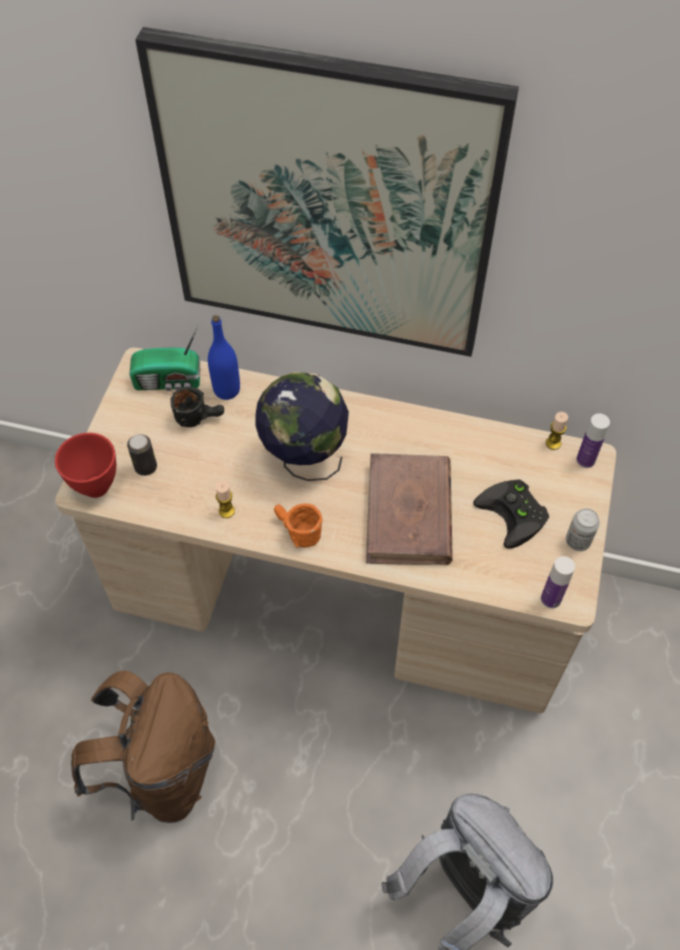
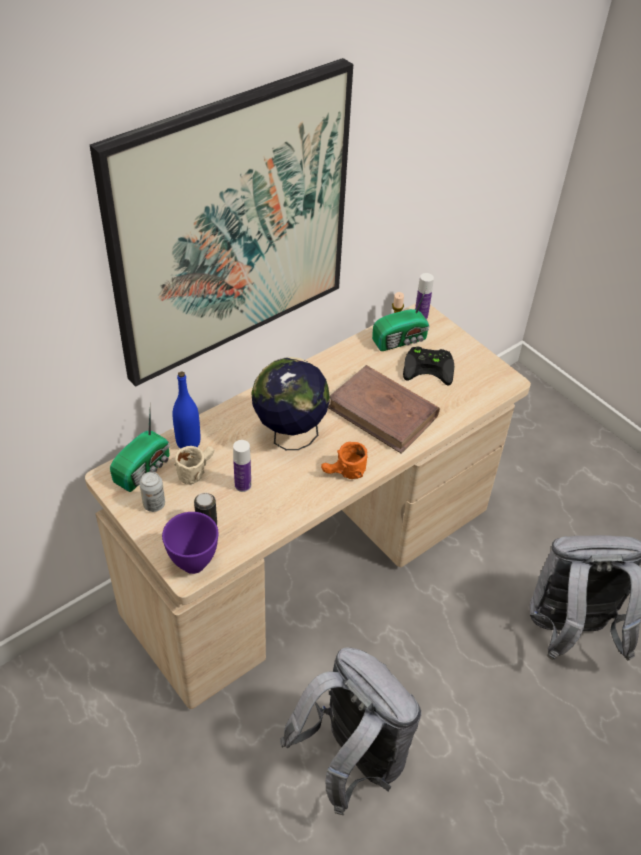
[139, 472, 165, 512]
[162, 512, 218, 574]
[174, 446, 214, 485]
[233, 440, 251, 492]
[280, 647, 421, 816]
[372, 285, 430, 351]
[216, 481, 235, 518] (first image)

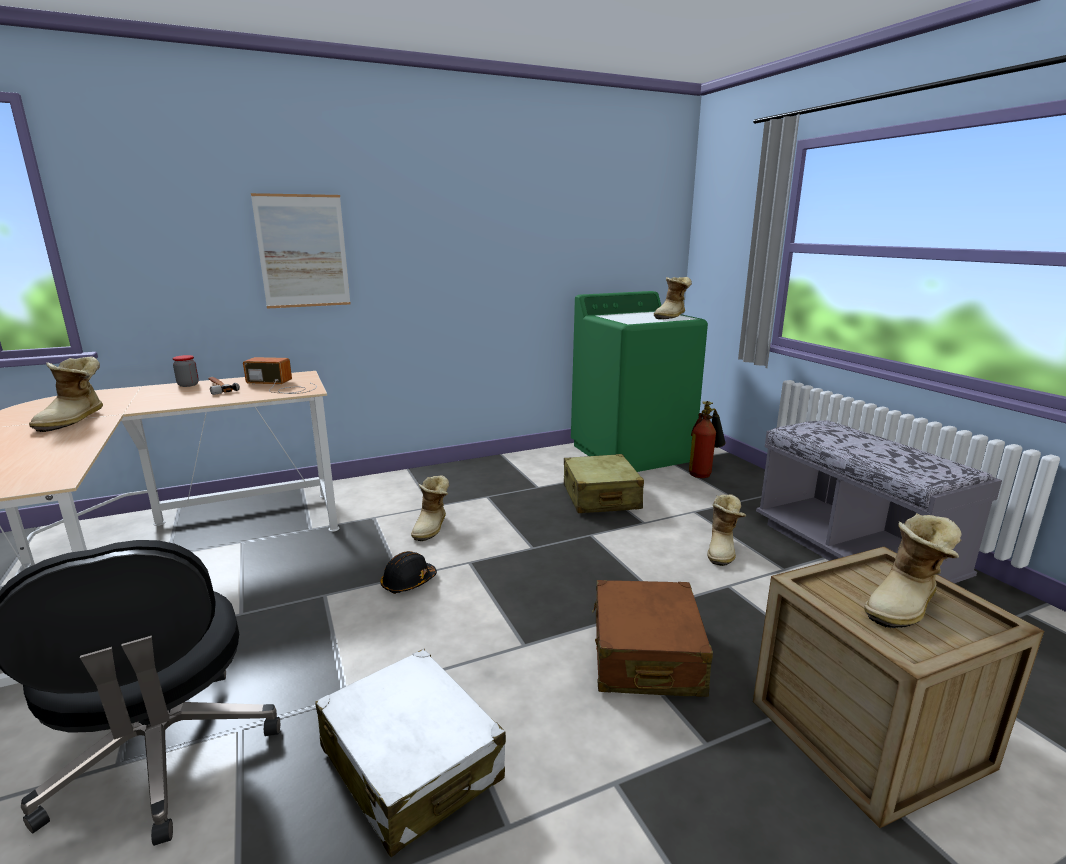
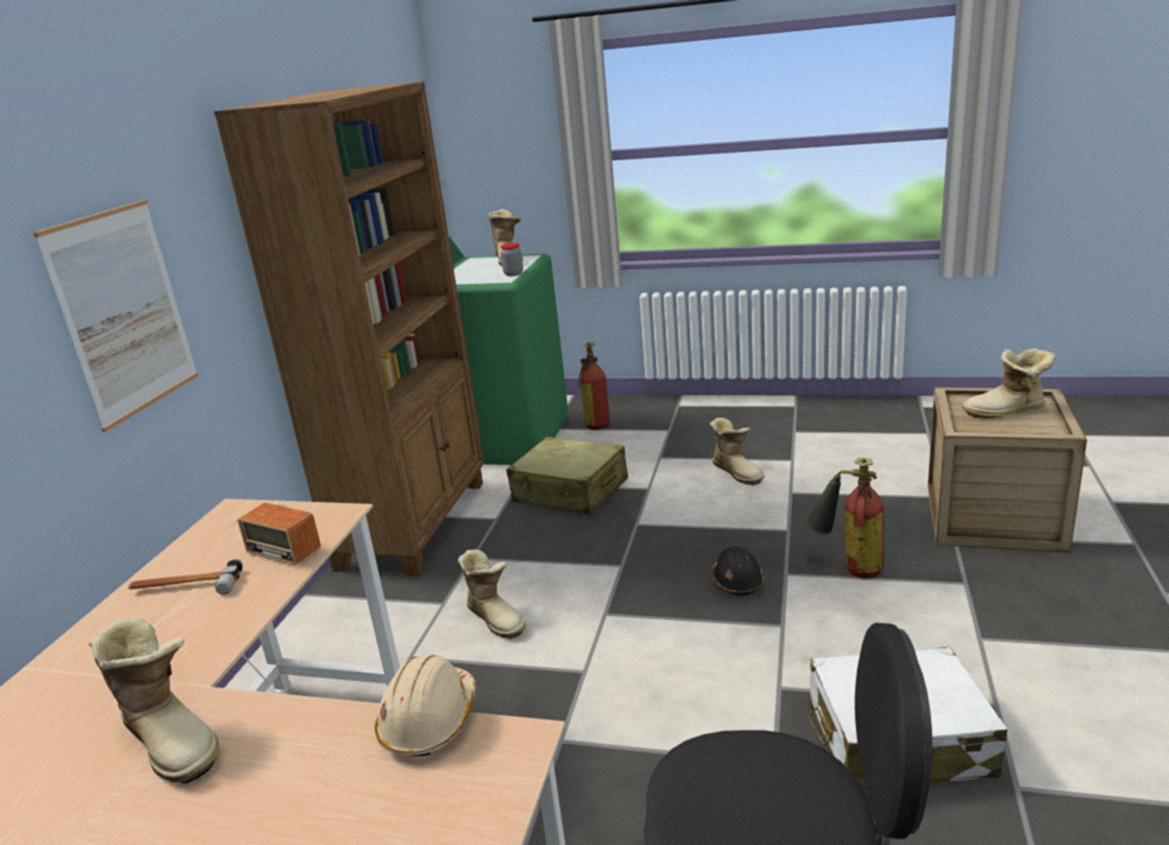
[214, 81, 484, 576]
[231, 502, 321, 565]
[375, 654, 476, 756]
[500, 243, 523, 276]
[712, 546, 764, 596]
[806, 458, 884, 579]
[962, 348, 1056, 418]
[756, 420, 1002, 583] (first image)

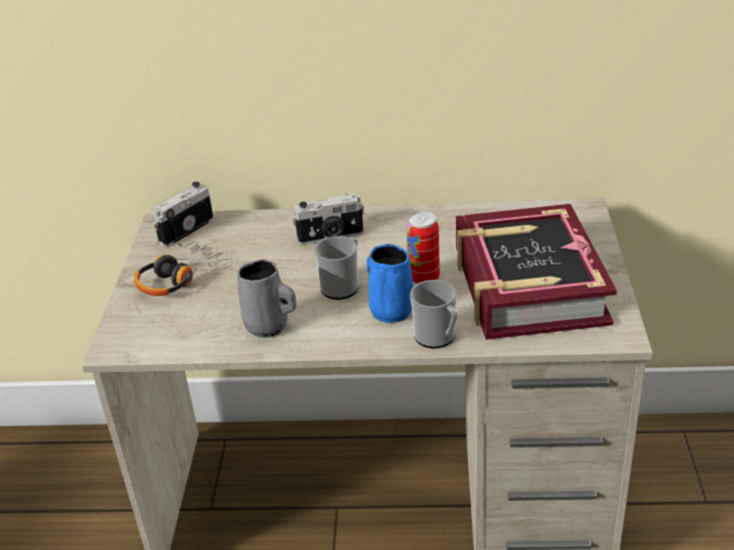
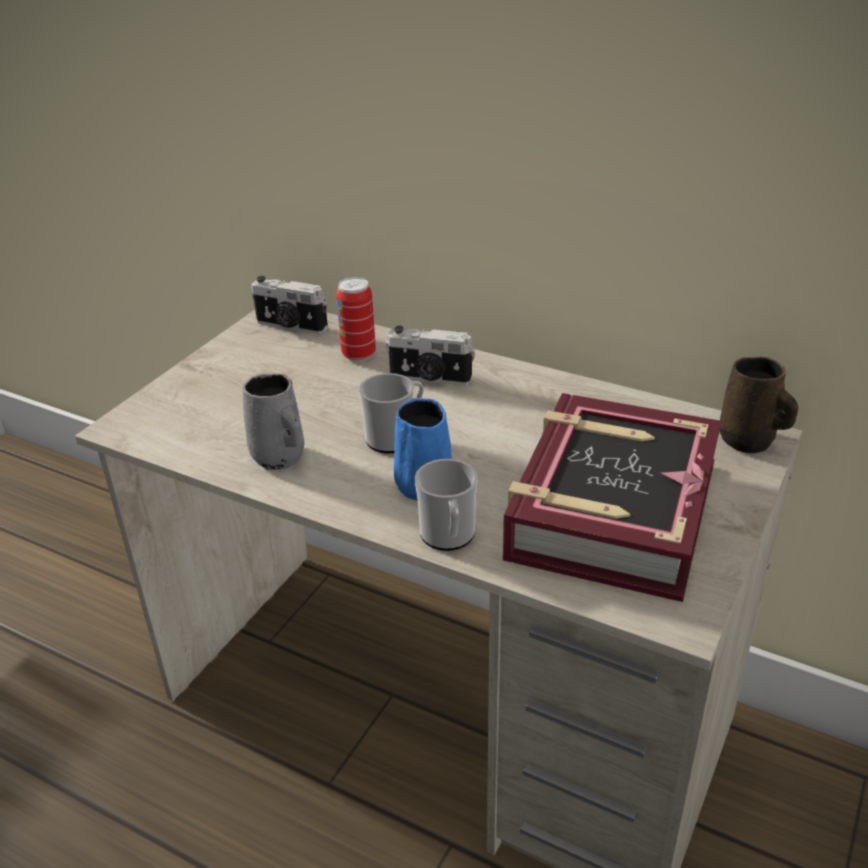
[251, 276, 328, 334]
[336, 277, 376, 362]
[720, 357, 798, 453]
[134, 242, 233, 296] (first image)

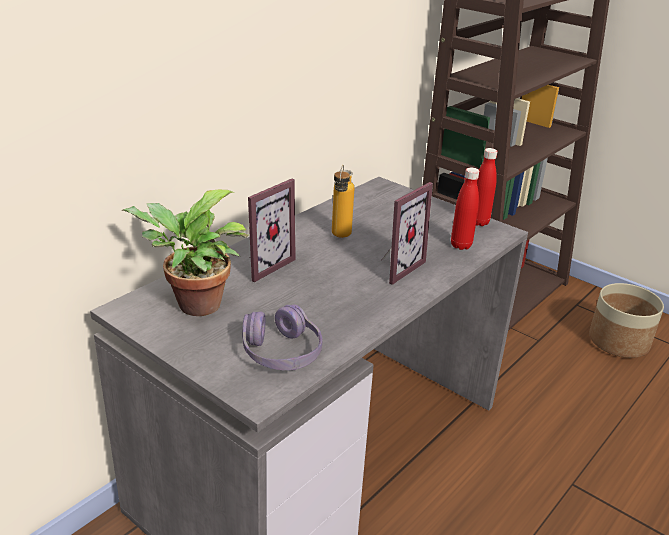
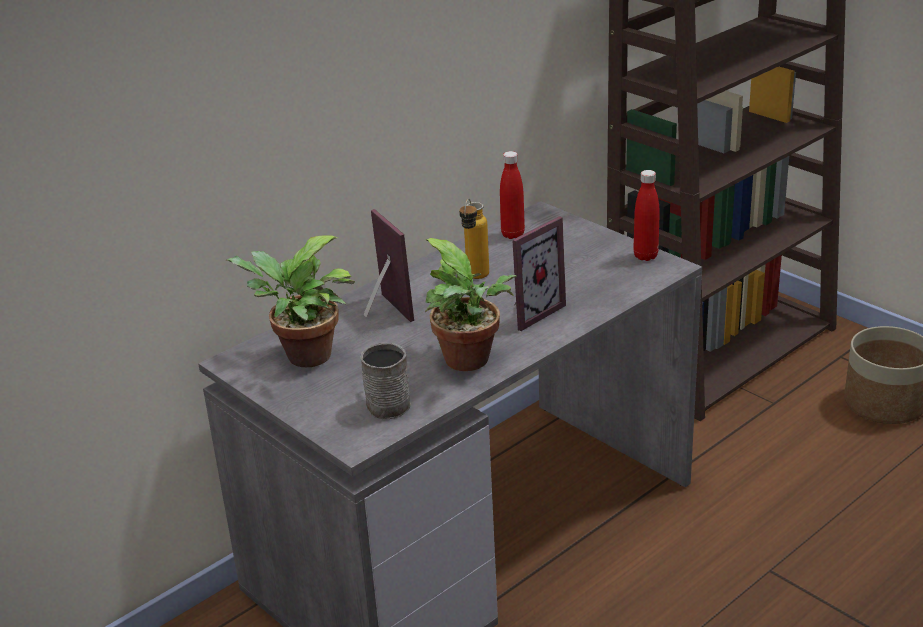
[360, 342, 411, 419]
[363, 209, 414, 322]
[425, 238, 517, 371]
[500, 151, 525, 239]

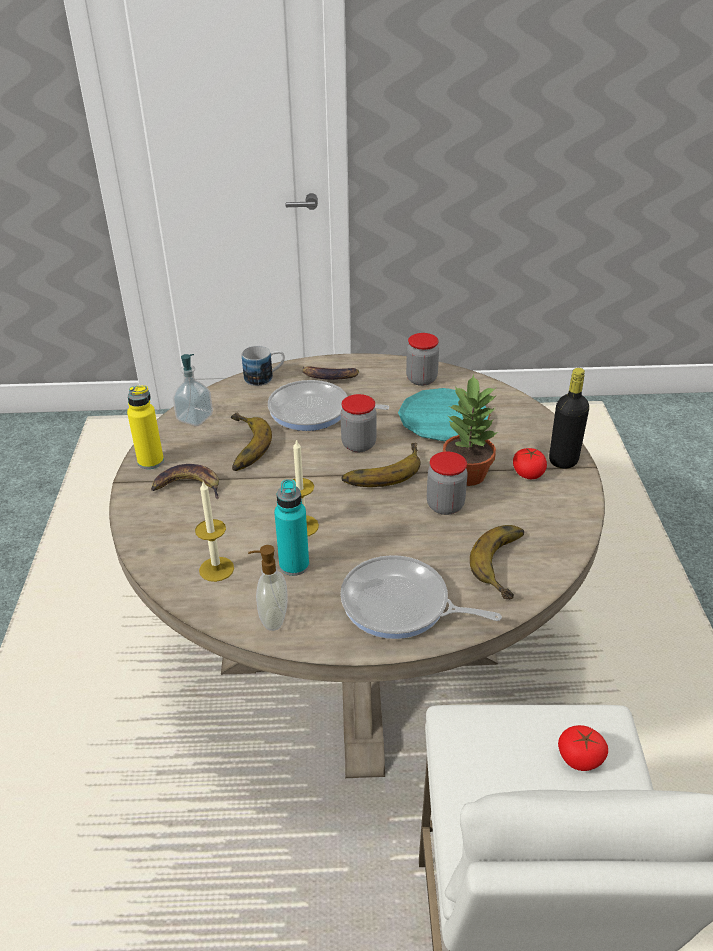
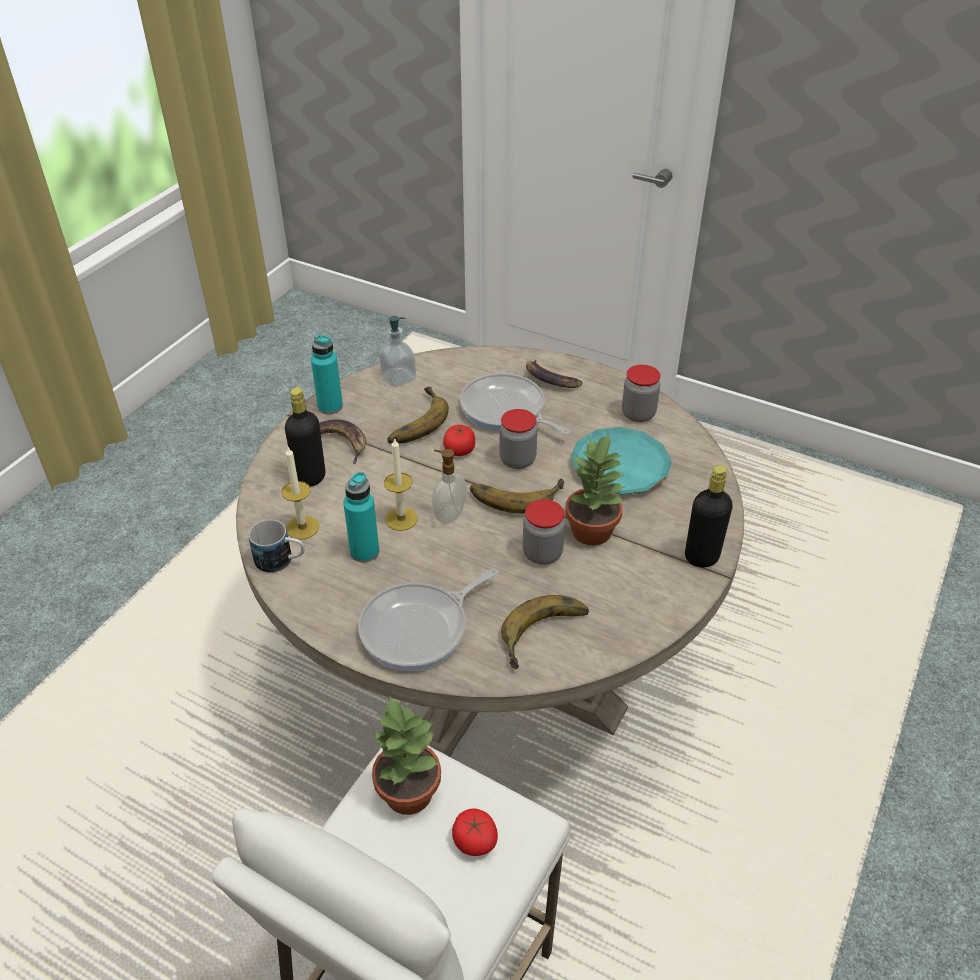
[249, 520, 305, 573]
[285, 387, 325, 487]
[311, 334, 343, 414]
[358, 568, 498, 671]
[372, 696, 441, 815]
[432, 449, 467, 524]
[443, 425, 475, 456]

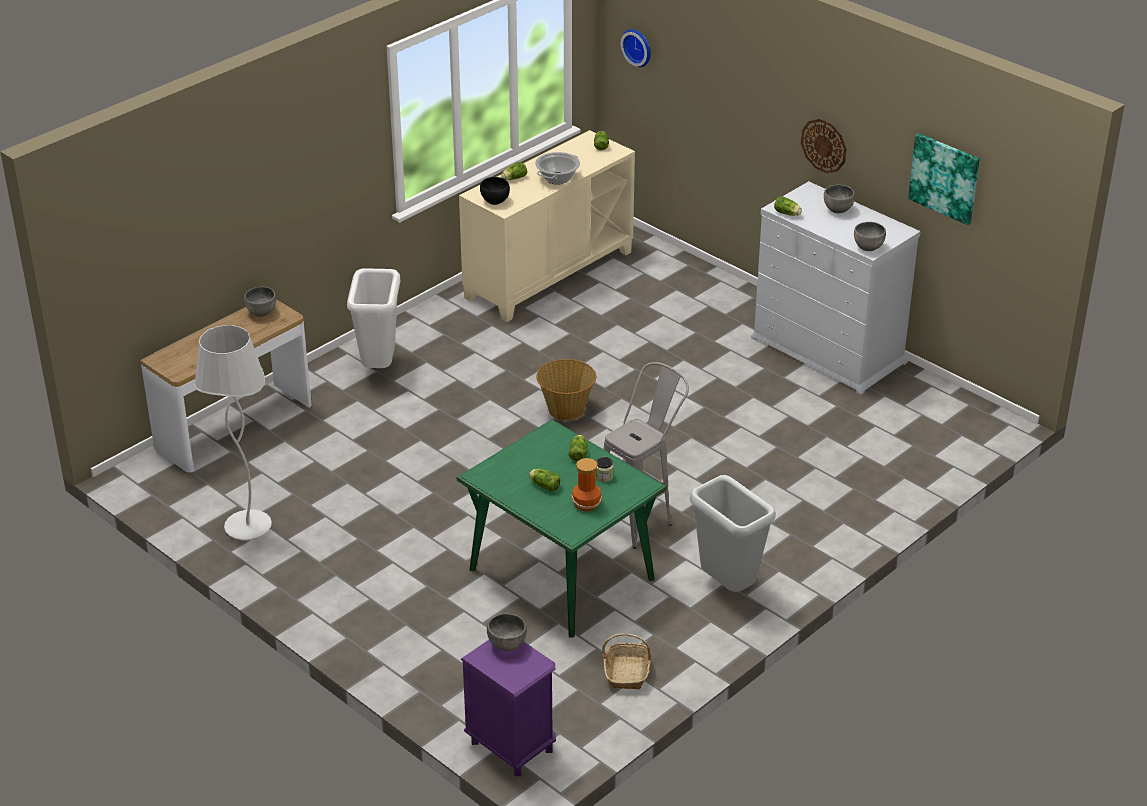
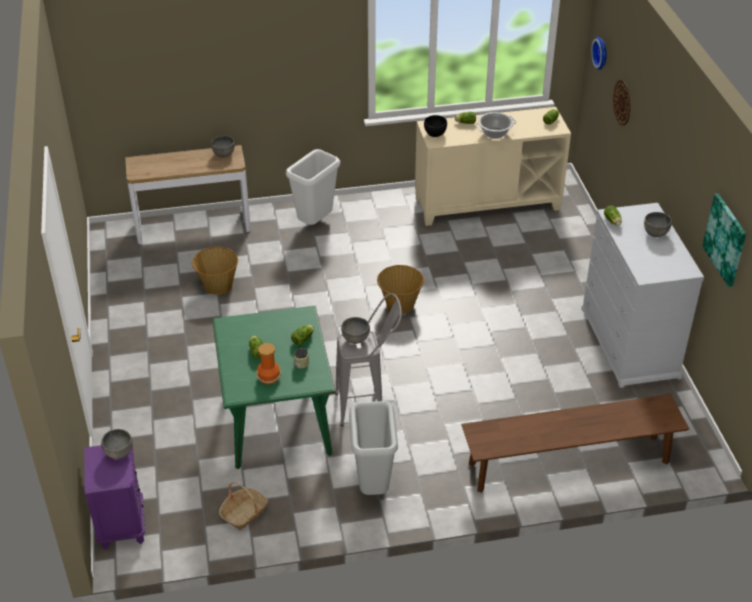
[192, 247, 238, 295]
[341, 317, 370, 344]
[461, 394, 689, 493]
[613, 81, 631, 126]
[194, 325, 272, 541] (first image)

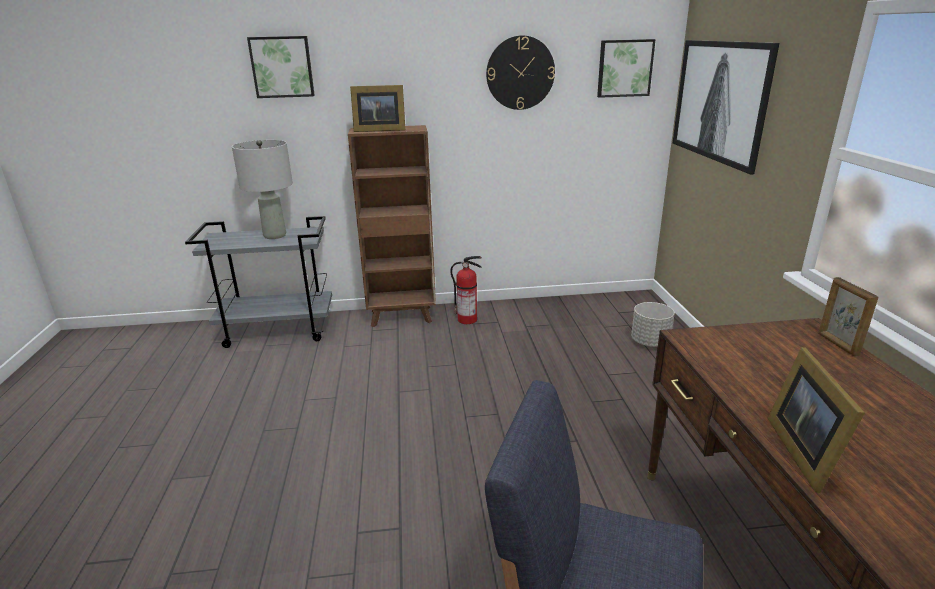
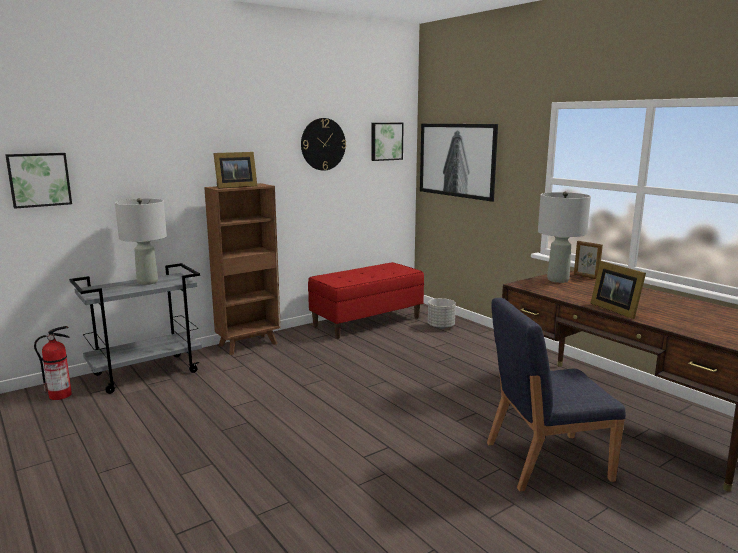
[5, 153, 72, 209]
[34, 326, 72, 400]
[308, 262, 424, 339]
[538, 191, 591, 283]

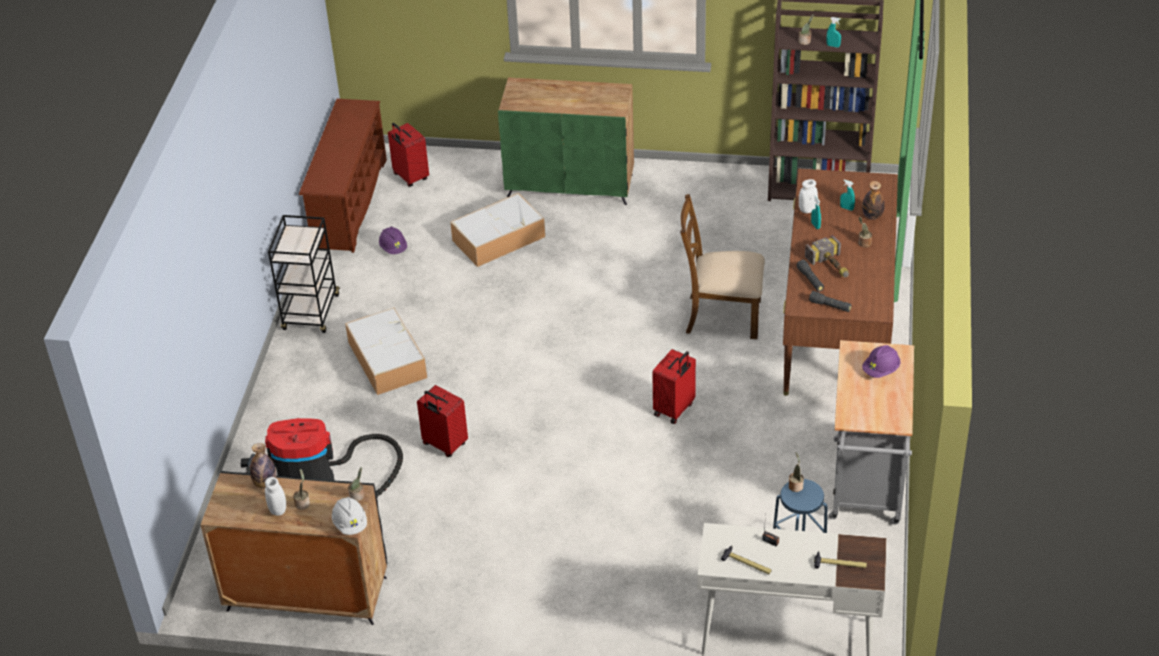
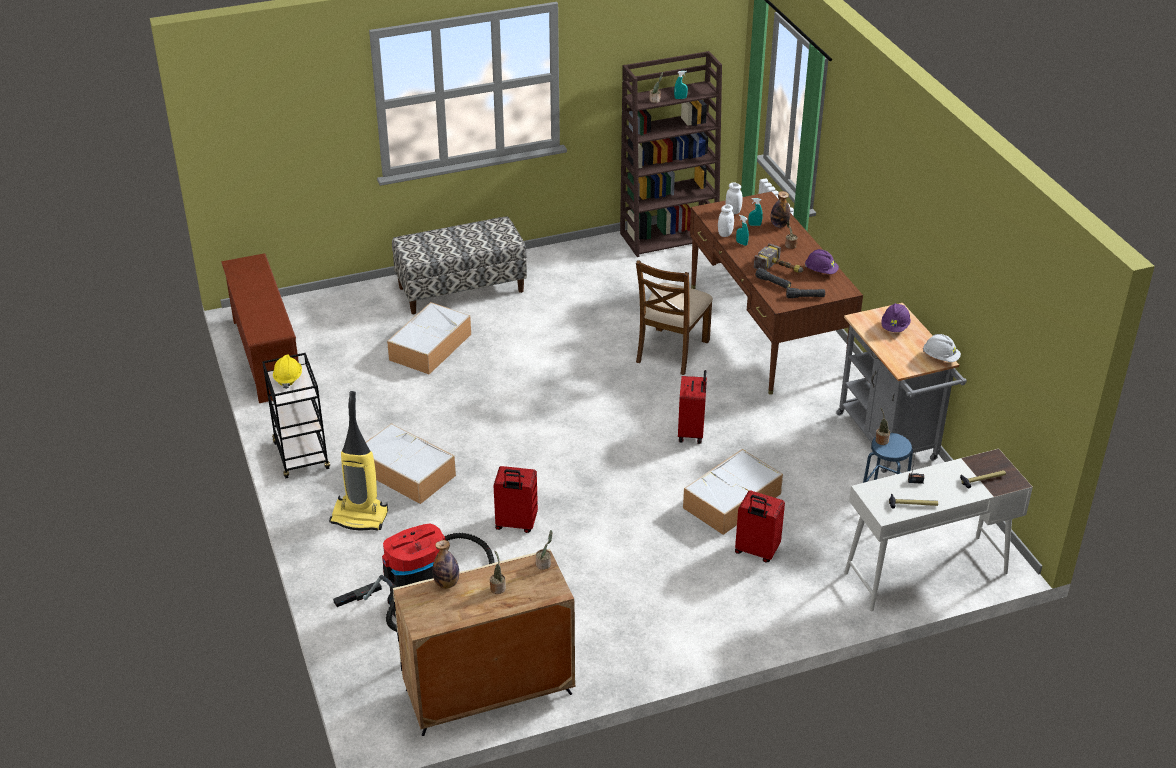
[273, 354, 302, 389]
[329, 391, 388, 531]
[392, 216, 527, 314]
[393, 549, 575, 736]
[636, 260, 713, 375]
[683, 449, 783, 535]
[726, 182, 742, 214]
[735, 490, 785, 563]
[805, 249, 839, 274]
[923, 334, 961, 362]

